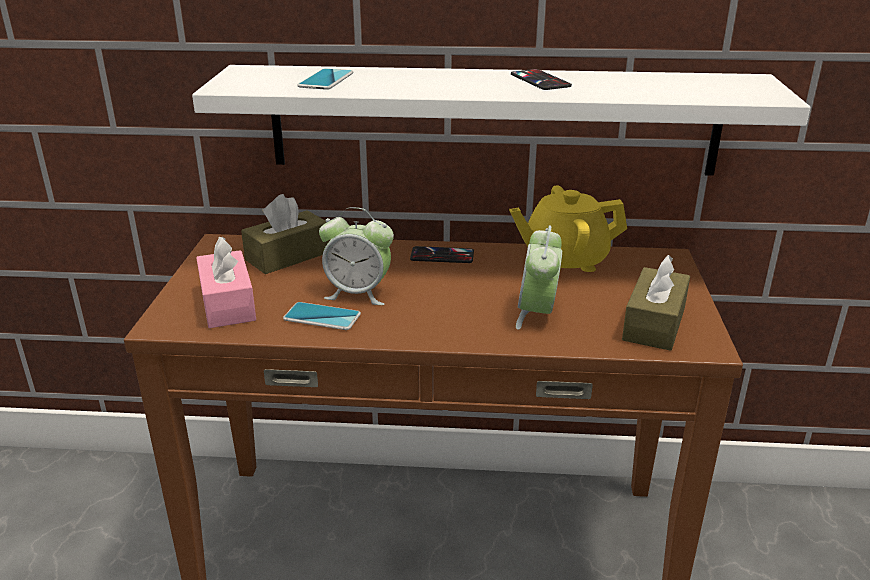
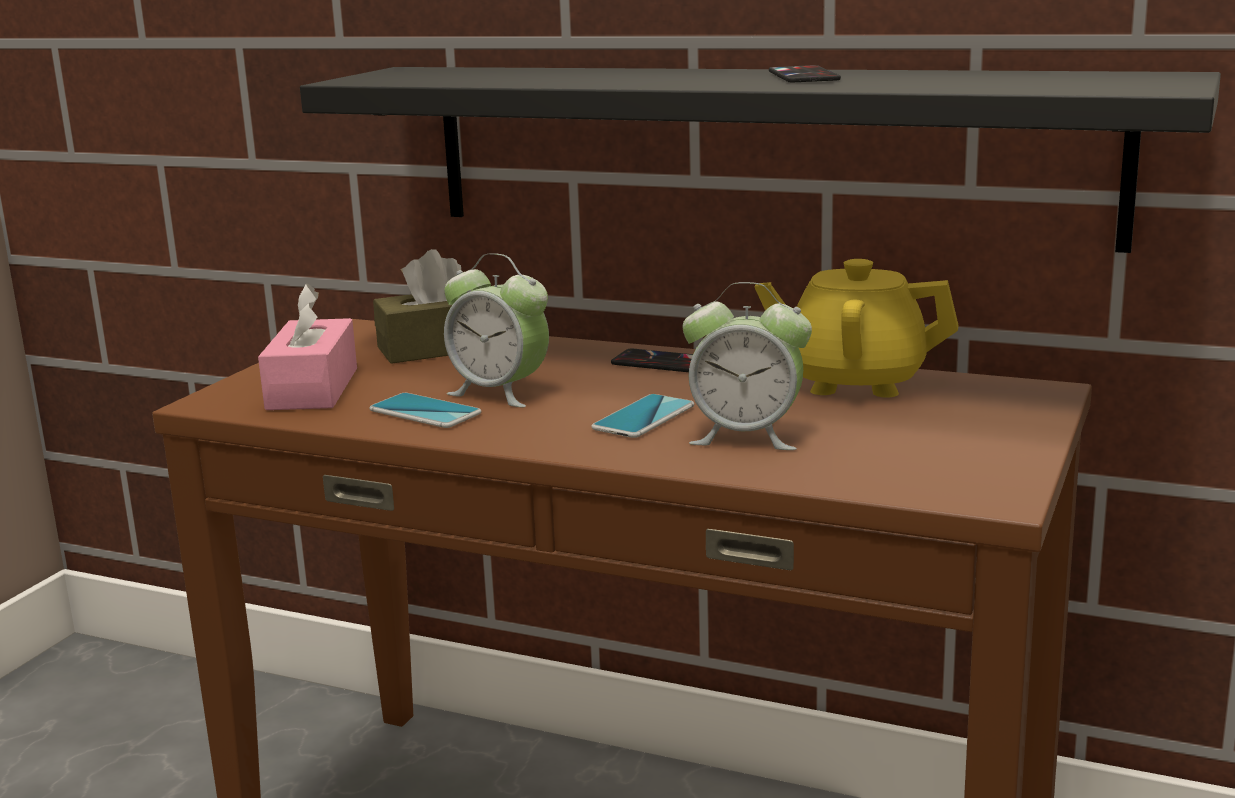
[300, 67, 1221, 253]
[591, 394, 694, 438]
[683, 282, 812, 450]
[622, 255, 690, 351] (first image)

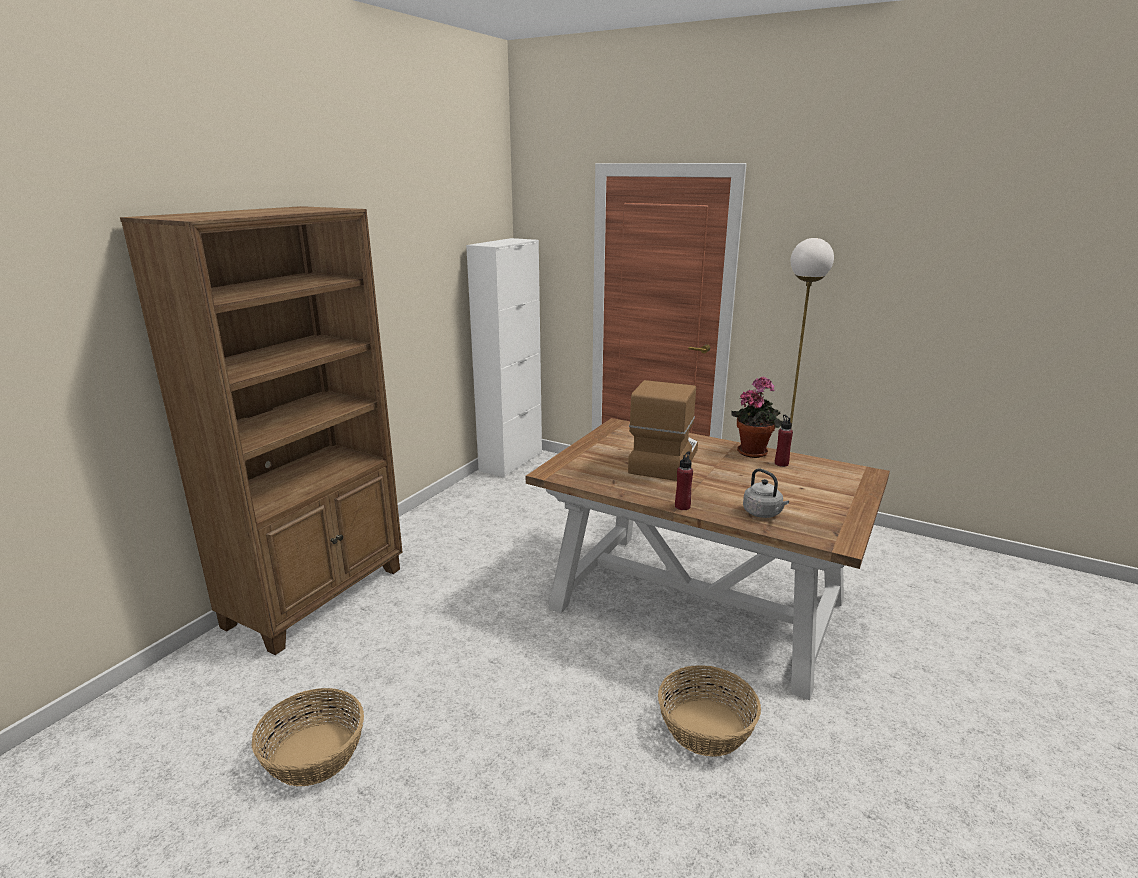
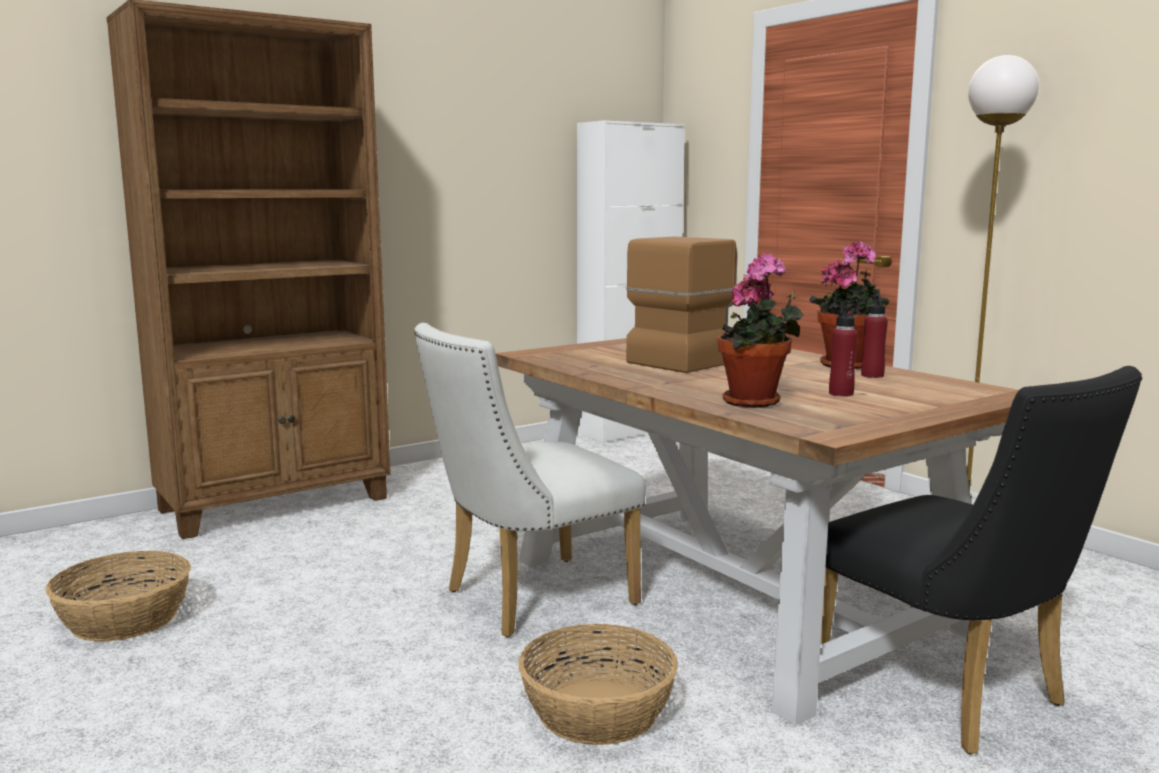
[414, 323, 646, 637]
[718, 253, 804, 408]
[821, 366, 1142, 754]
[829, 304, 857, 397]

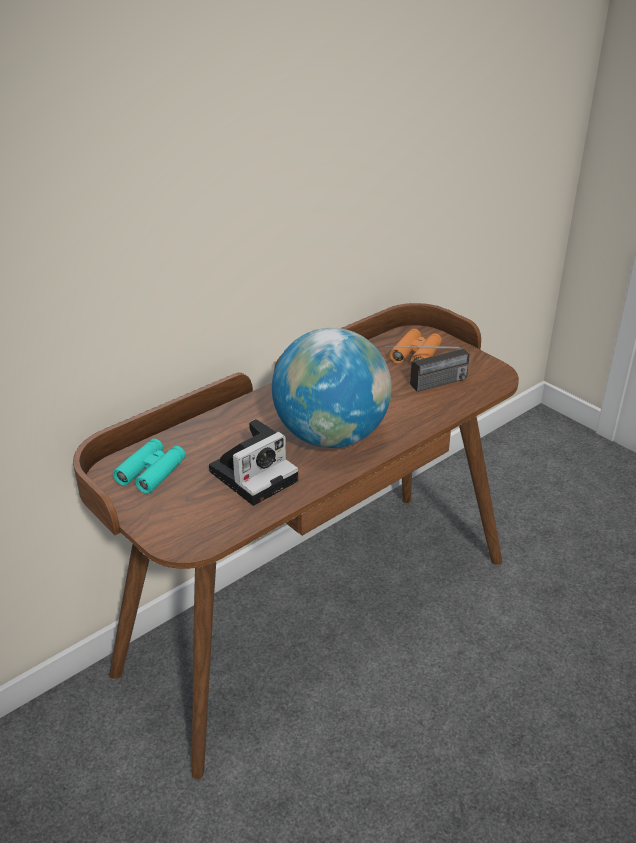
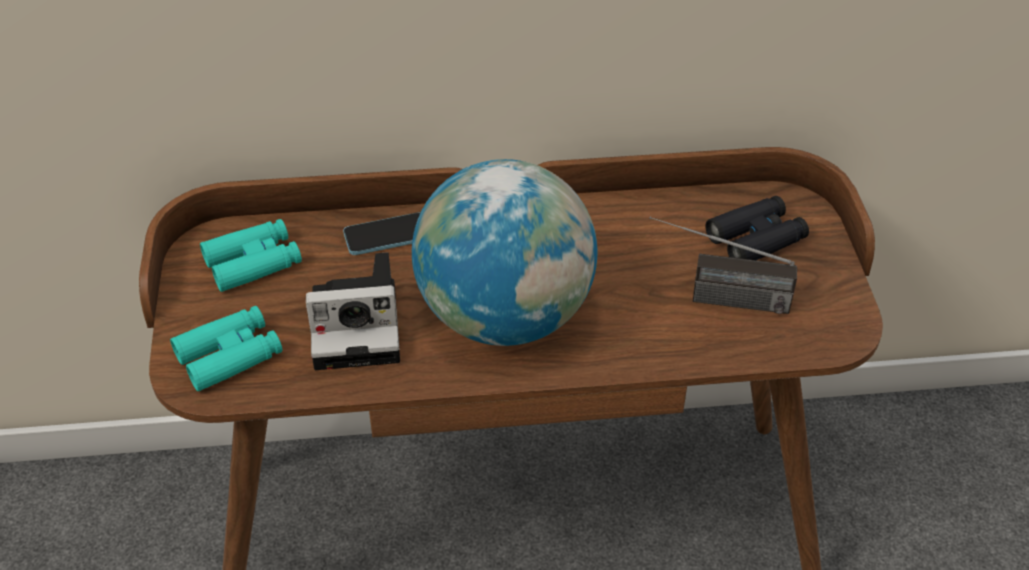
[170, 306, 282, 391]
[343, 213, 420, 255]
[705, 196, 809, 260]

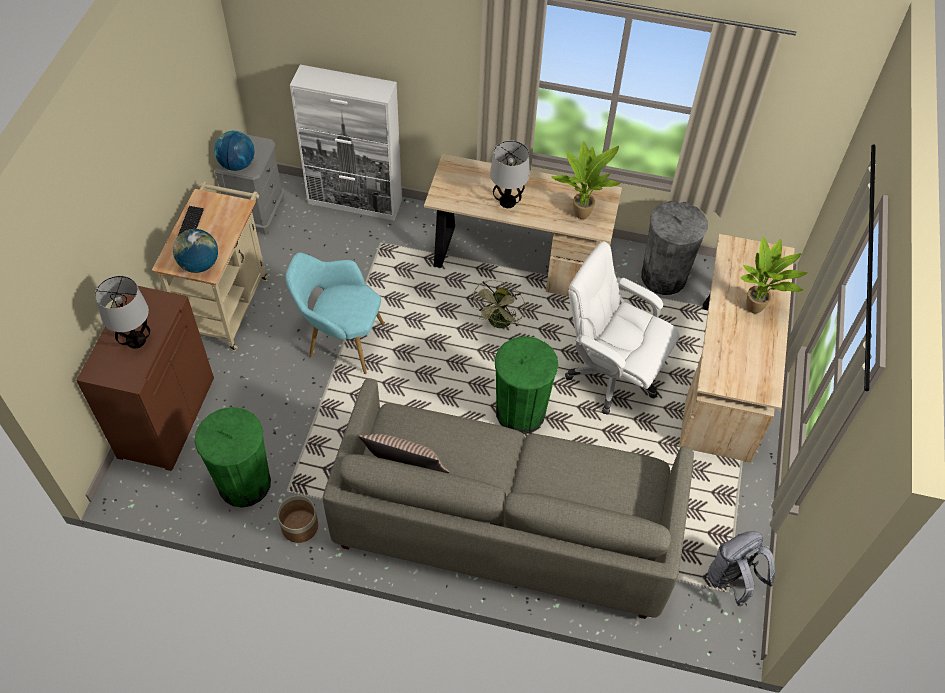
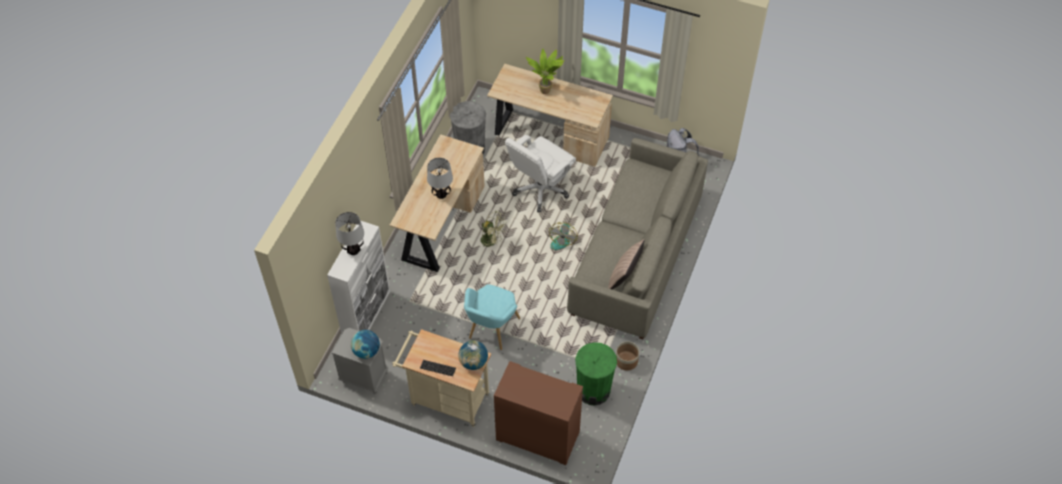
[335, 212, 364, 255]
[549, 222, 578, 250]
[551, 141, 621, 219] (first image)

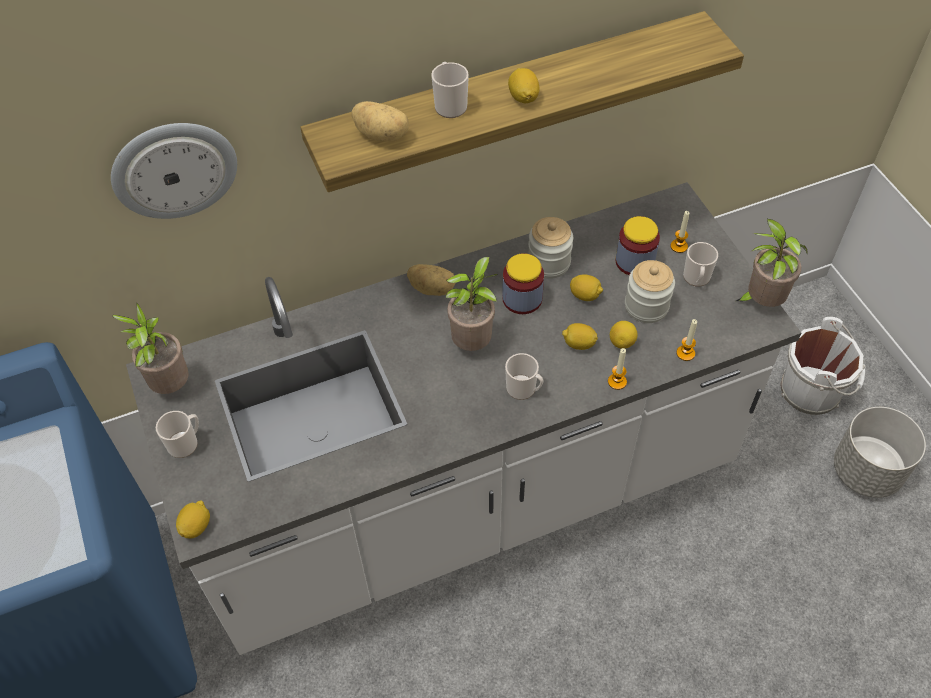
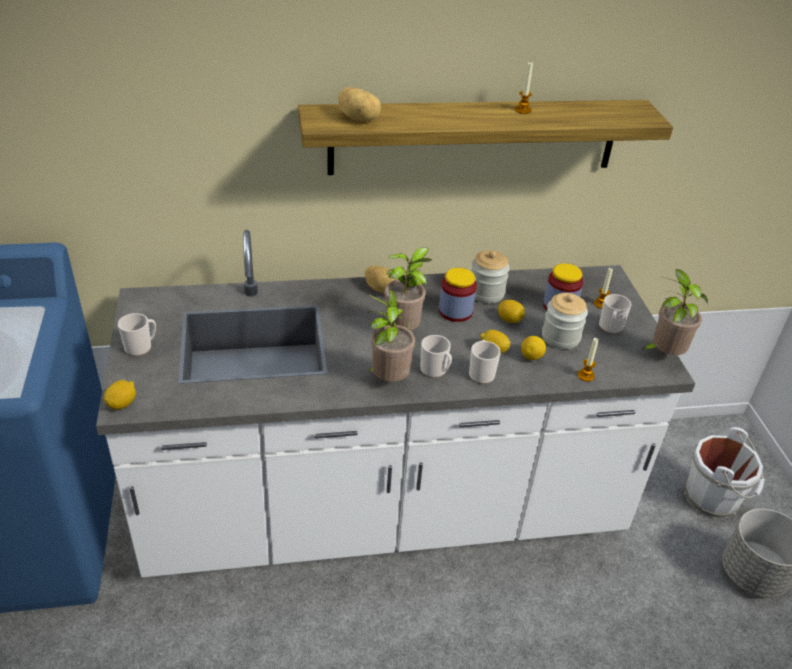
[367, 289, 415, 382]
[469, 340, 501, 384]
[515, 62, 533, 114]
[111, 123, 237, 219] (first image)
[508, 68, 539, 103] (first image)

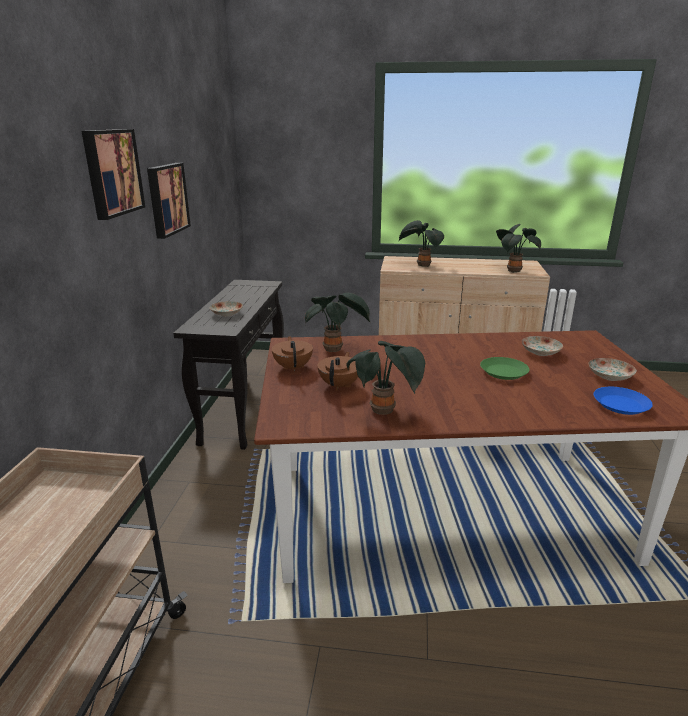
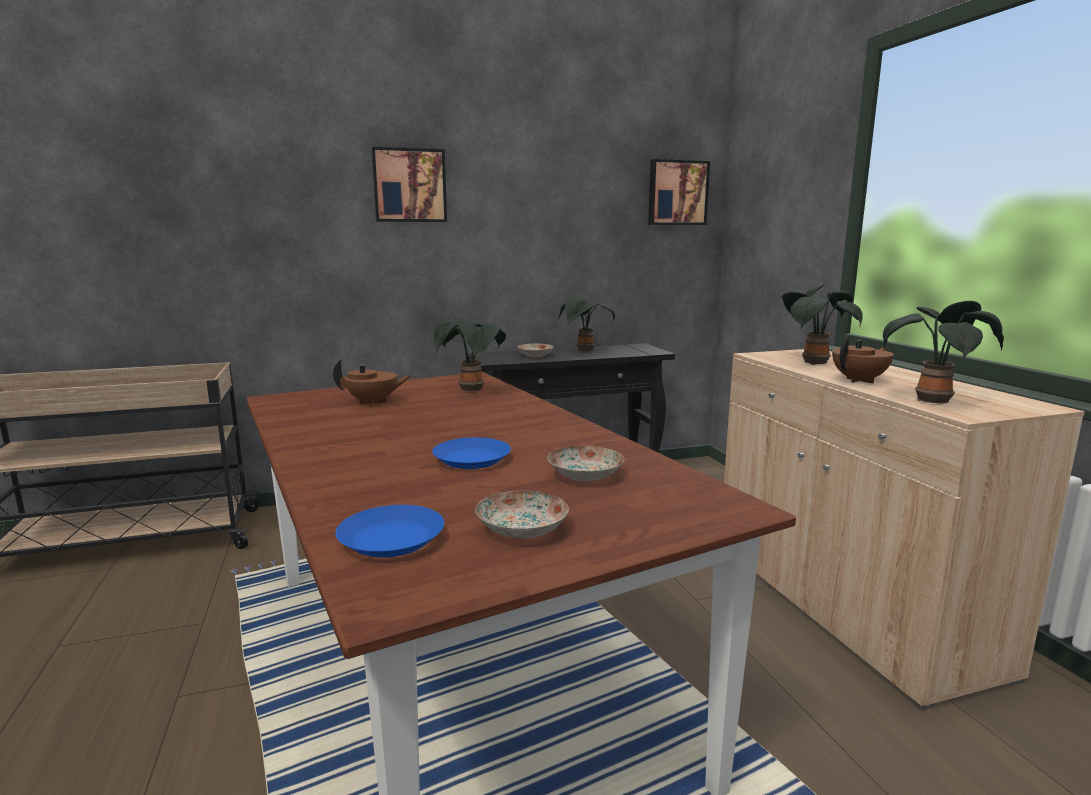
[432, 437, 511, 469]
[559, 296, 615, 351]
[648, 159, 710, 225]
[832, 335, 894, 383]

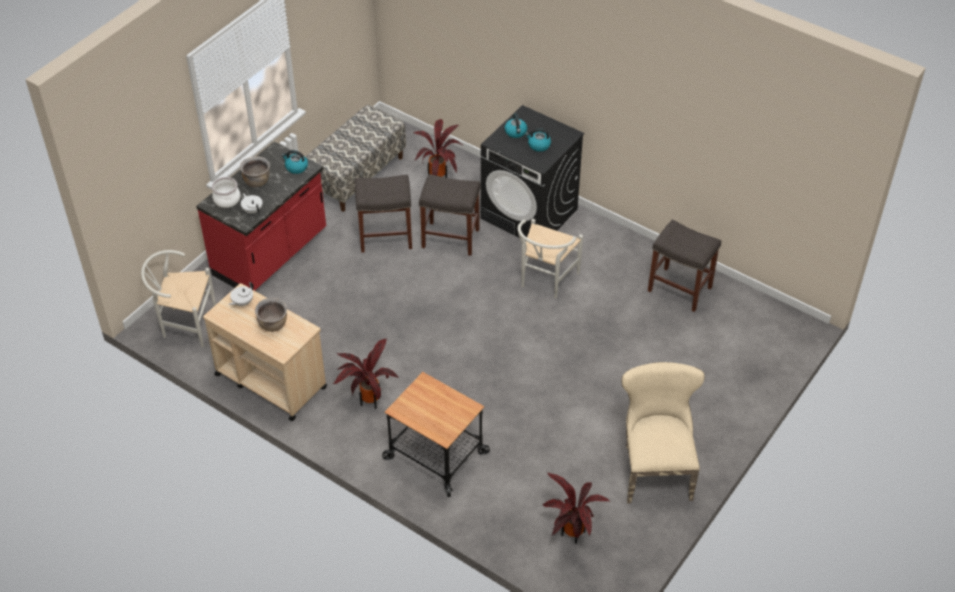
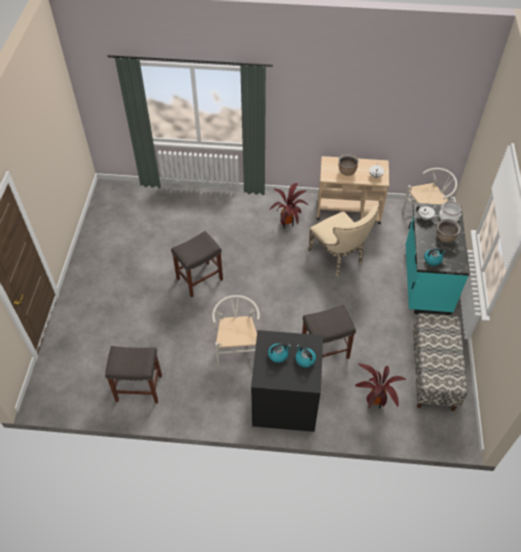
[171, 231, 223, 298]
[308, 205, 378, 276]
[406, 203, 470, 315]
[382, 372, 490, 497] (first image)
[543, 473, 611, 544] (first image)

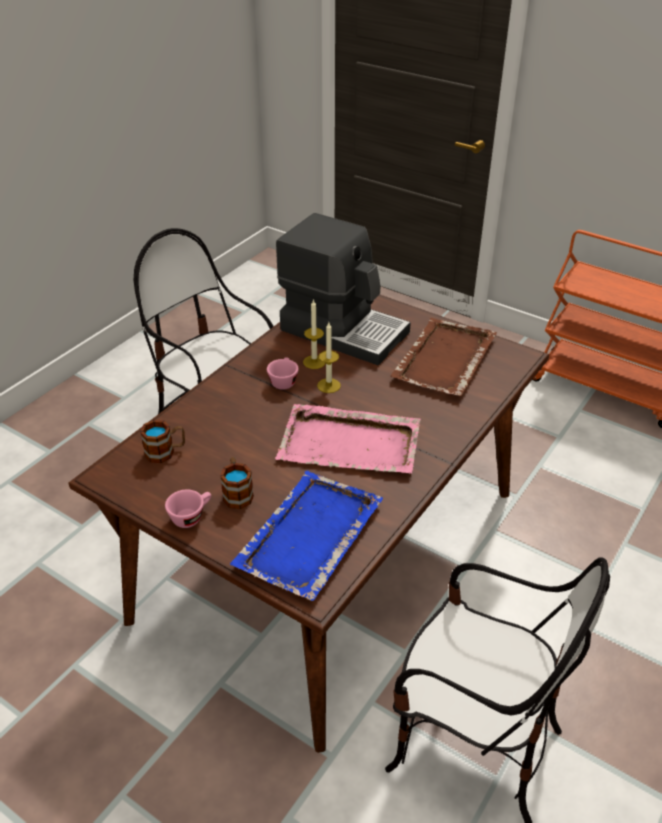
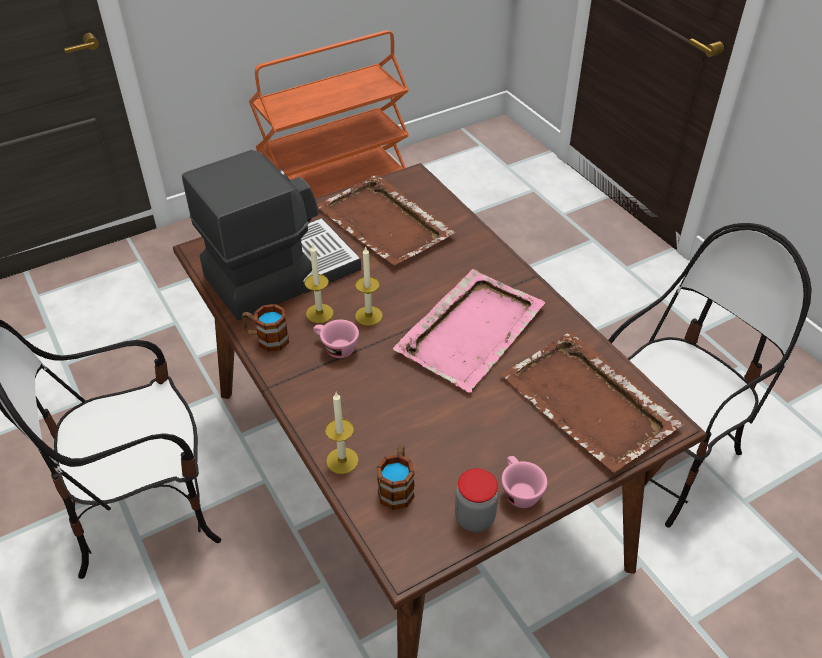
[241, 304, 289, 351]
[325, 392, 359, 474]
[455, 468, 498, 532]
[501, 332, 684, 473]

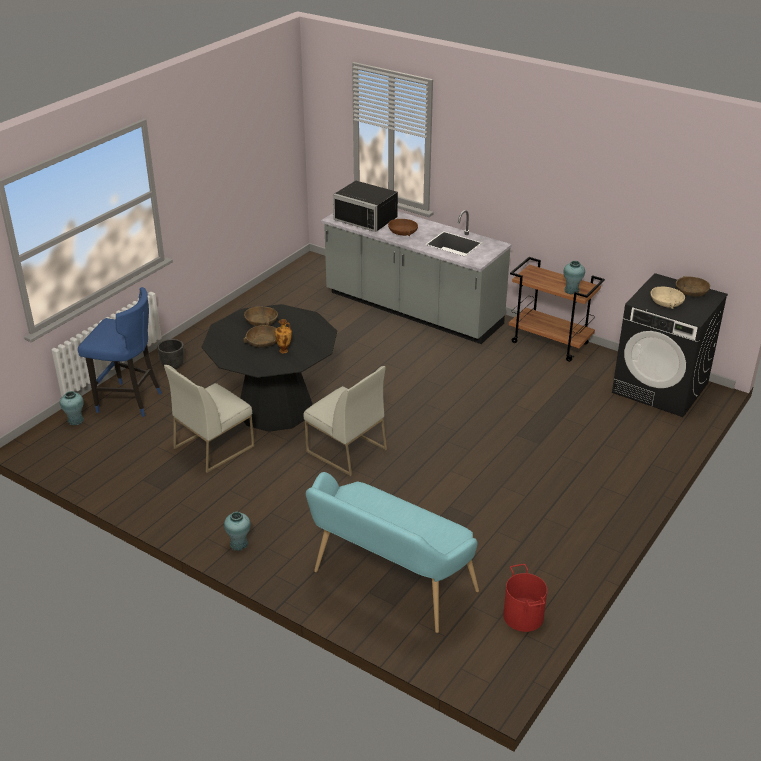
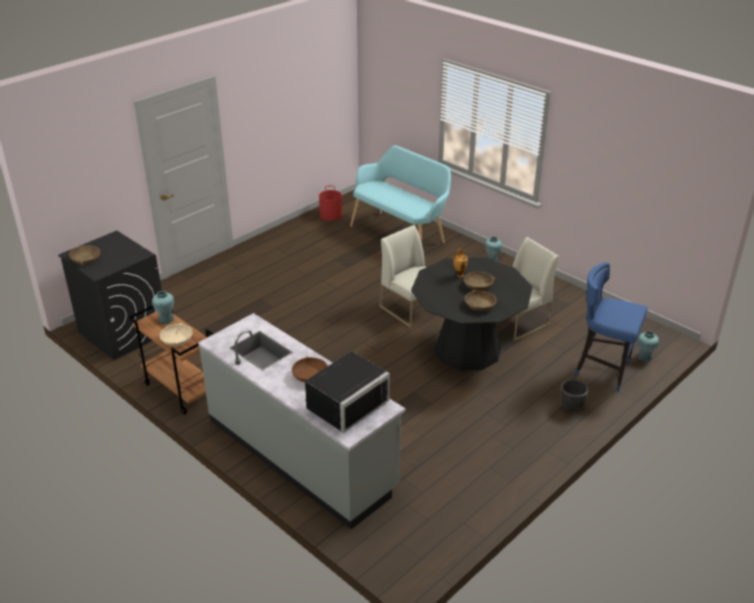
[160, 323, 193, 347]
[305, 351, 390, 433]

